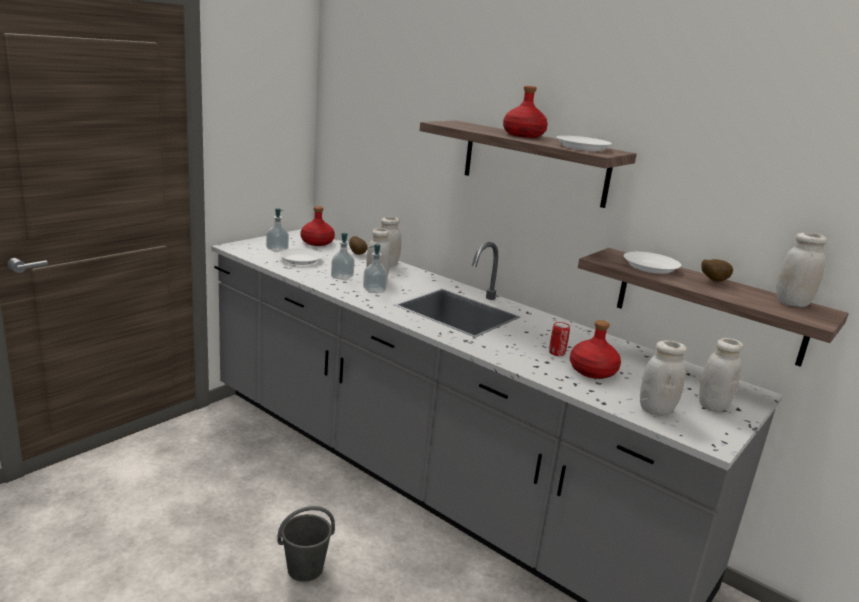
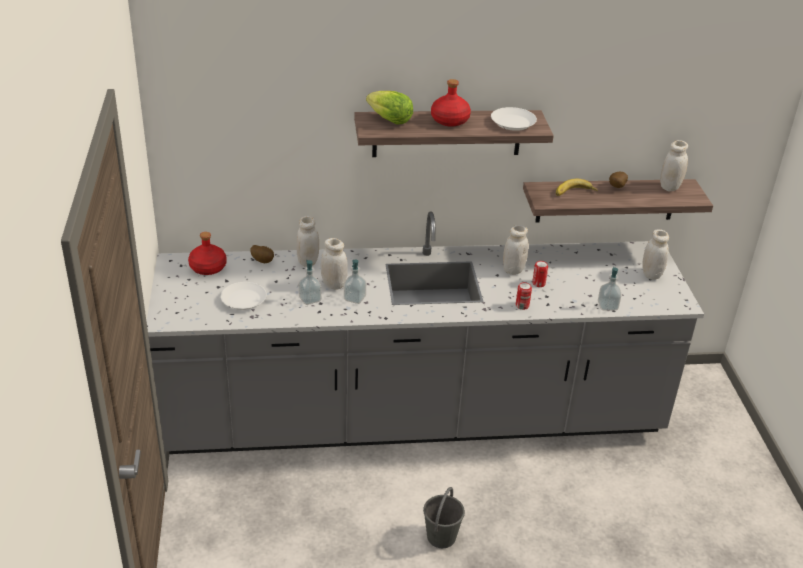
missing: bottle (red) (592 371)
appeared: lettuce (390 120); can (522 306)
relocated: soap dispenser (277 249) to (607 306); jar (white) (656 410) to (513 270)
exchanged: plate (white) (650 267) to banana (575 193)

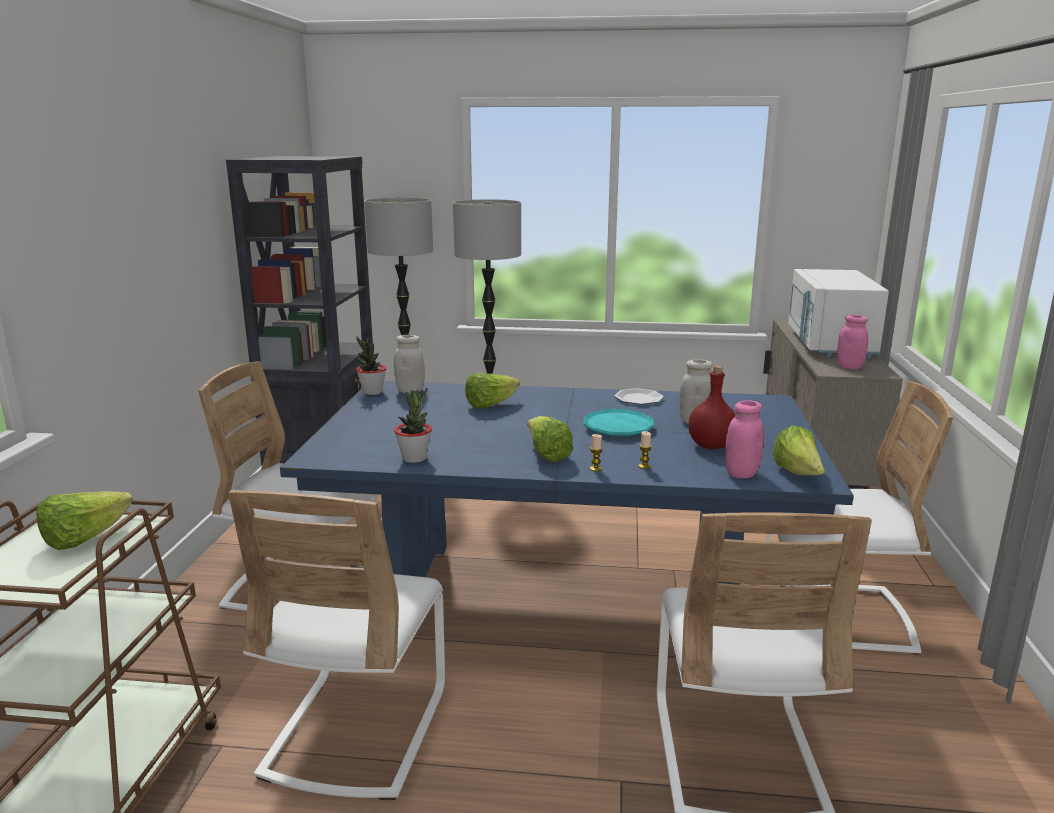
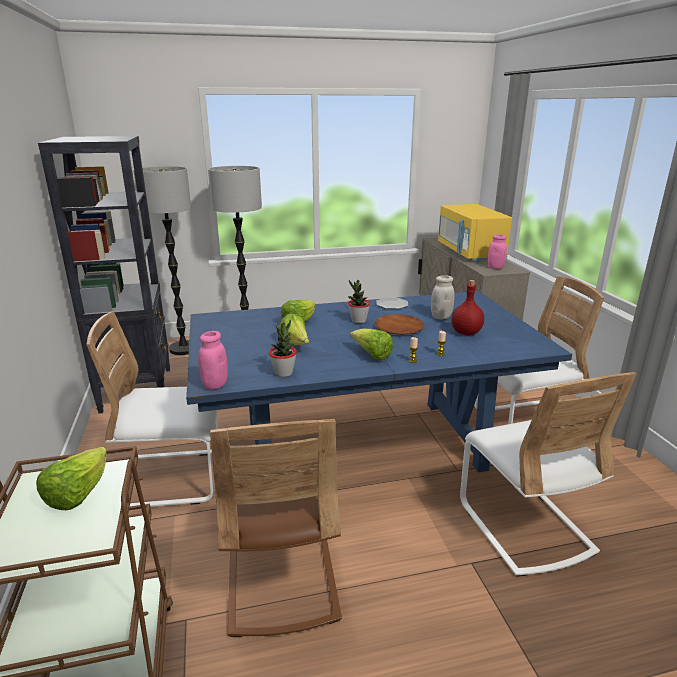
missing: jar (white) (410 390)
relocated: potted plant (372 392) to (358 321); jar (pink) (741 473) to (215 384); lettuce (798 474) to (296 344)
colour: microwave (white) (829 344) to microwave (yellow) (470 253); plate (turquoise) (618 428) to plate (brown) (399 328); chair (white) (356 730) to chair (brown) (281 578)

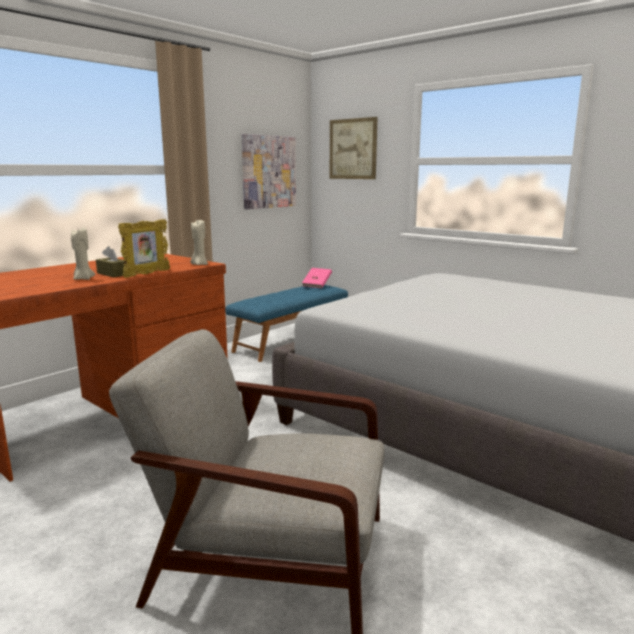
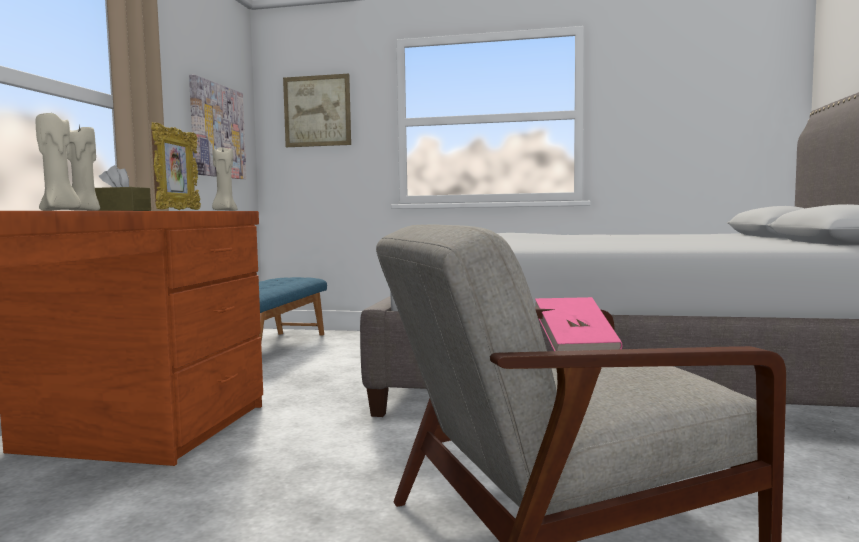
appeared: candle (beige) (60 210)
relocated: book (pink) (317 285) to (575 346)

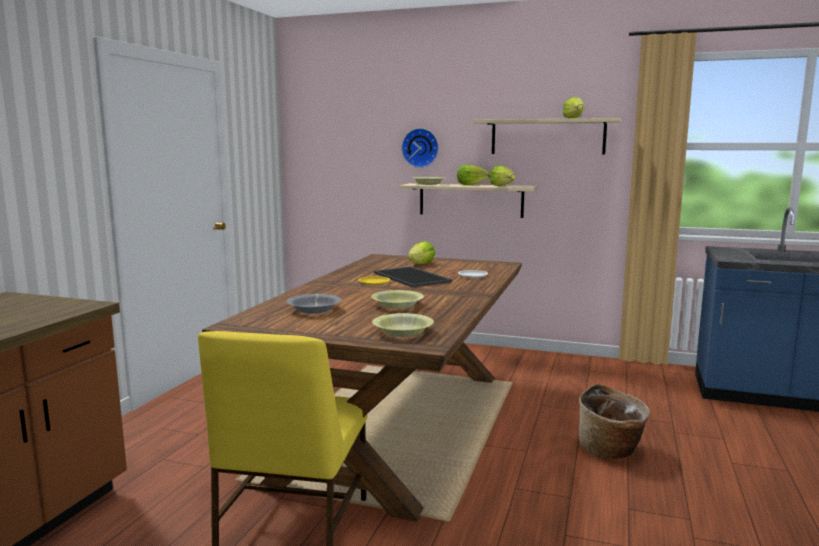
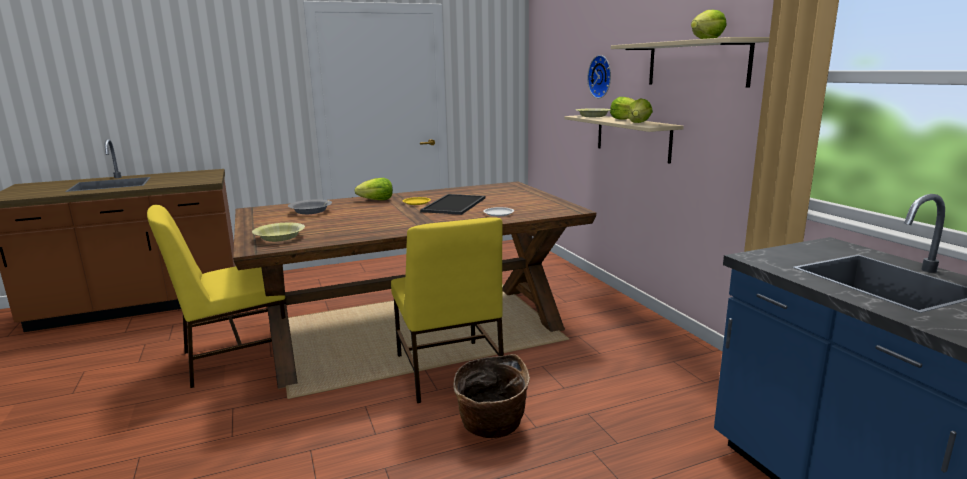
missing: bowl (yellow) (397 306)
appeared: chair (yellow) (448 371)
relocated: lettuce (421 264) to (377 200)

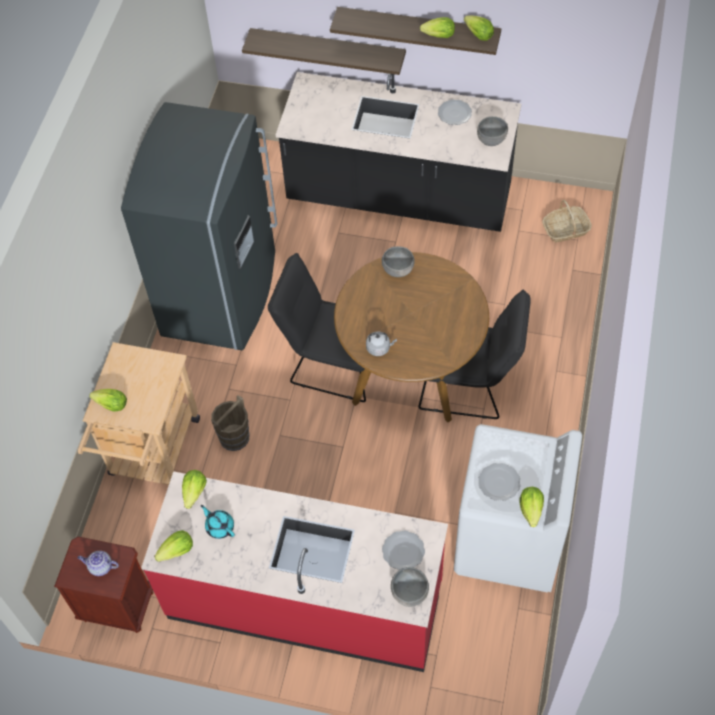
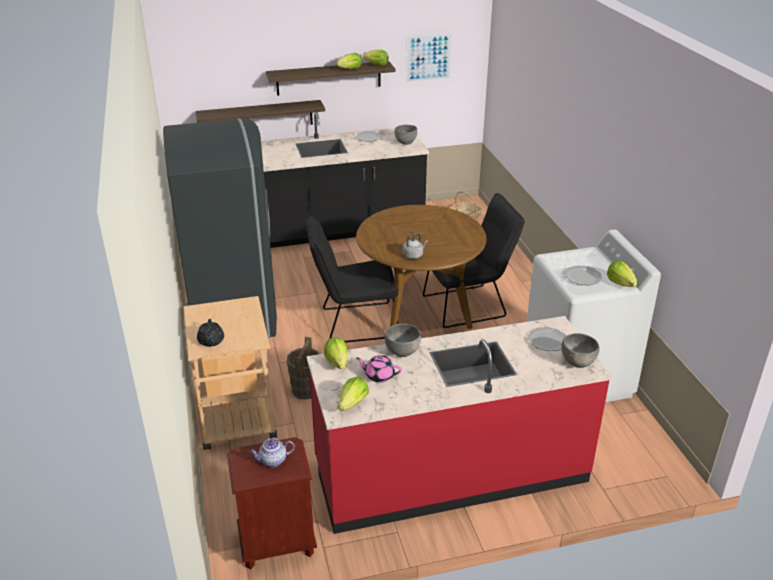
appeared: picture (428 57)
relocated: bowl (grey) (398 270) to (403 352)
exchanged: lettuce (112 405) to teapot (black) (211 341)
colour: teapot (turquoise) (219 526) to teapot (pink) (379 376)

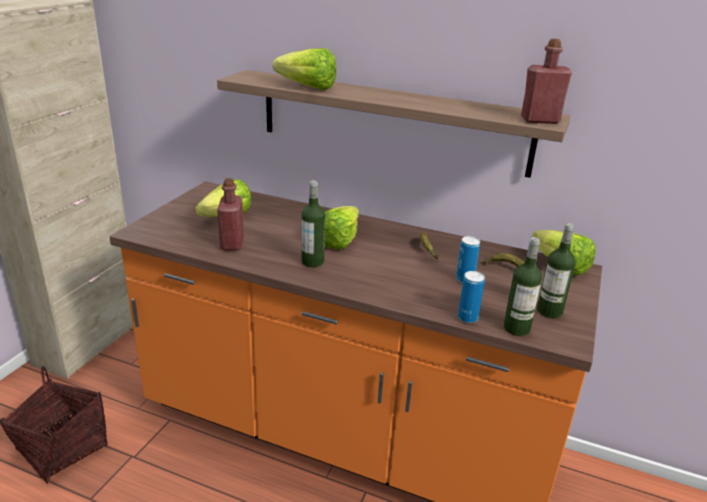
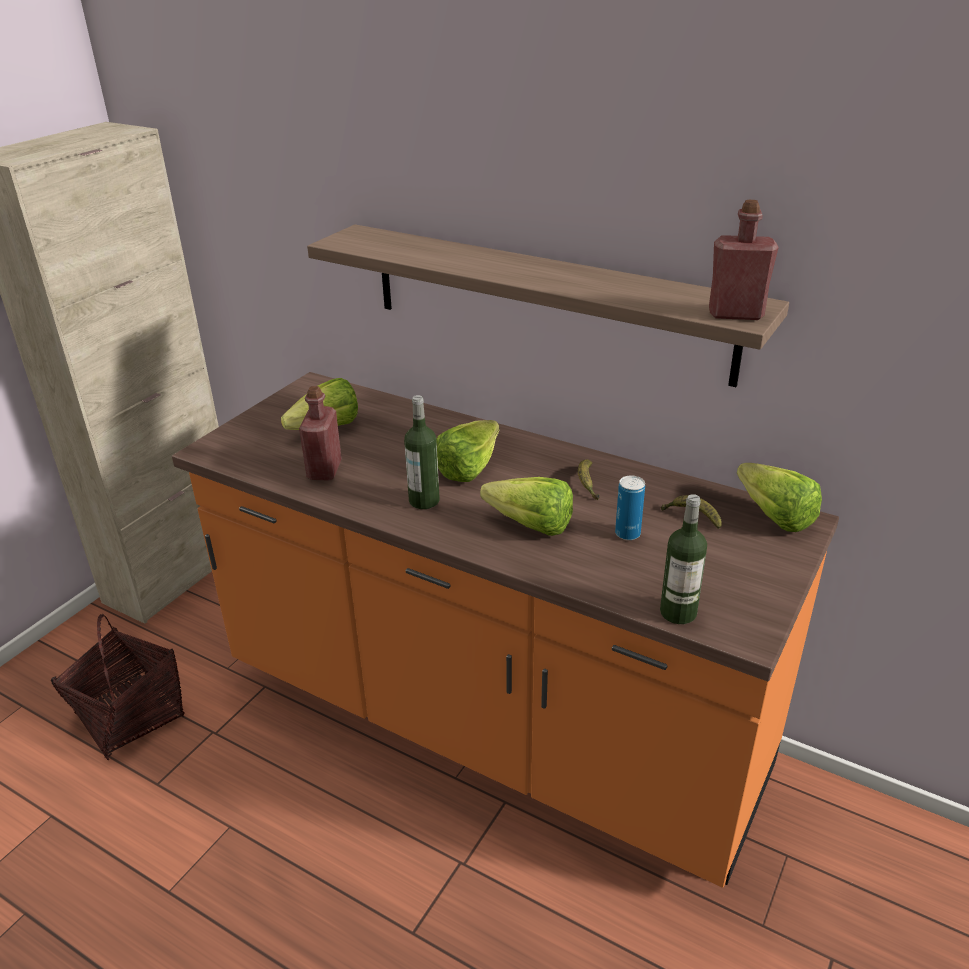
missing: bottle (549 311); can (467 318)
relocated: lettuce (303 87) to (524 523)

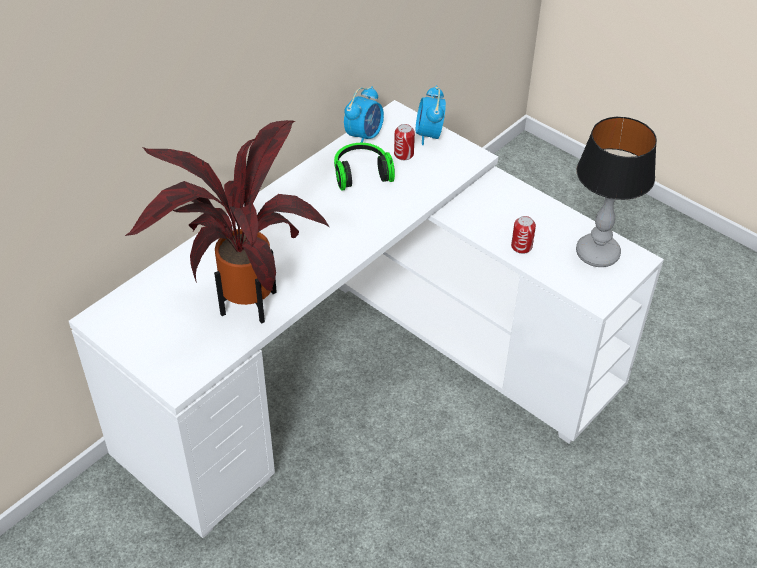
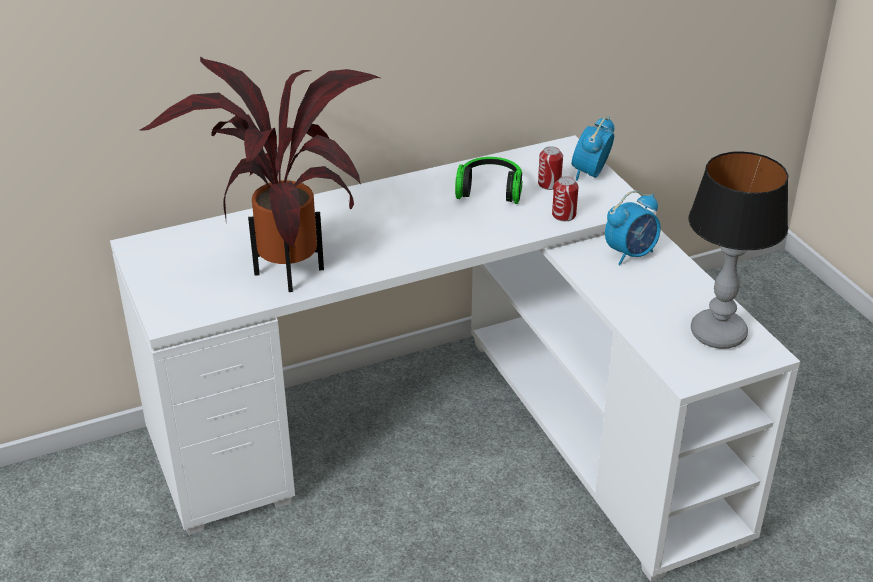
relocated: alarm clock (364 136) to (631 254); can (521 246) to (564 215)

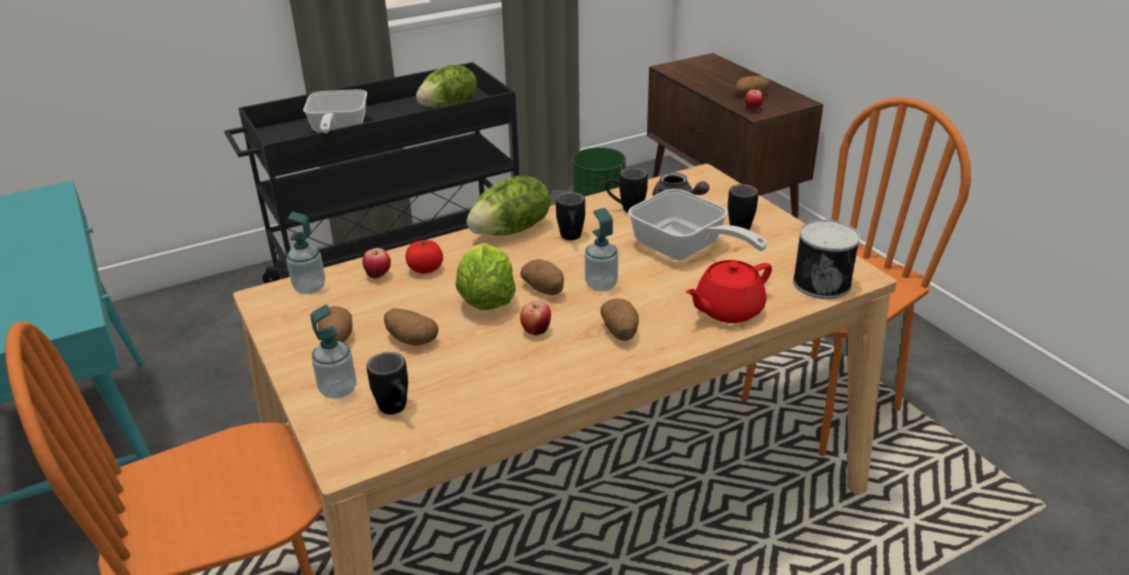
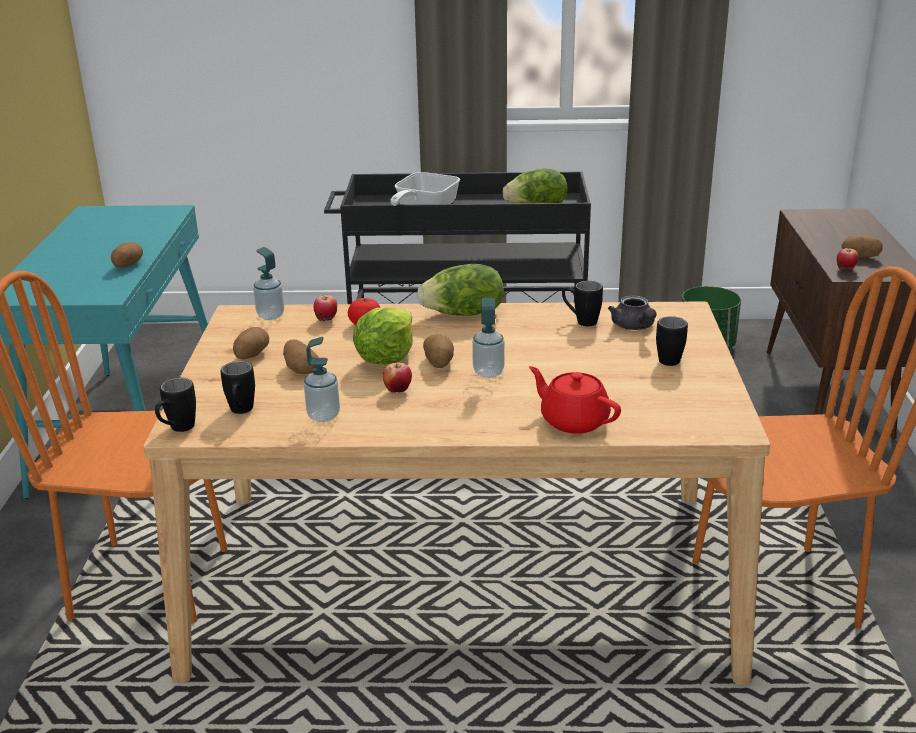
missing: frying pan (685 249); can (822 282)
relocated: mug (black) (571 239) to (177 430); potato (620 332) to (128 265); soap dispenser (338 390) to (323 416)
spun: teapot (red) (727 310) = (573 420) 45 degrees clockwise

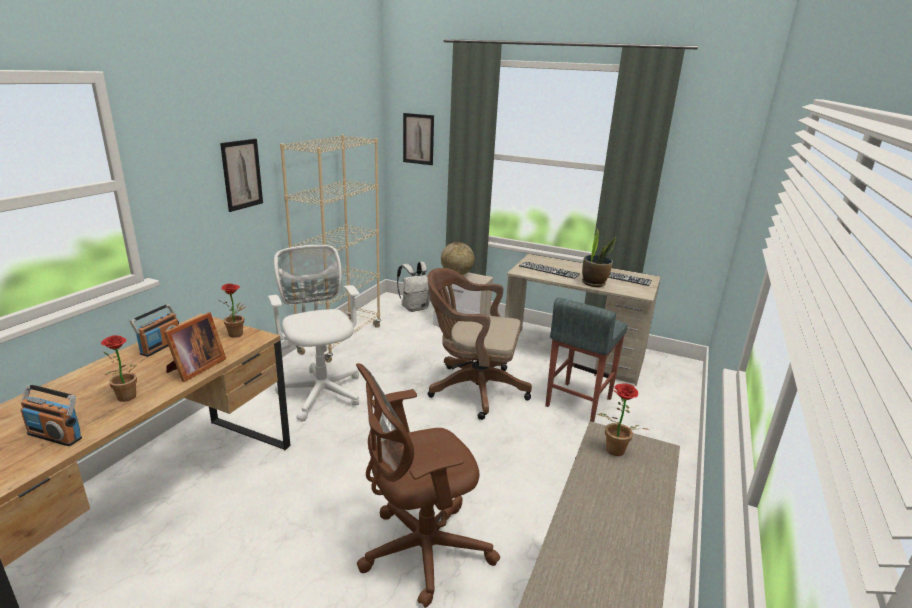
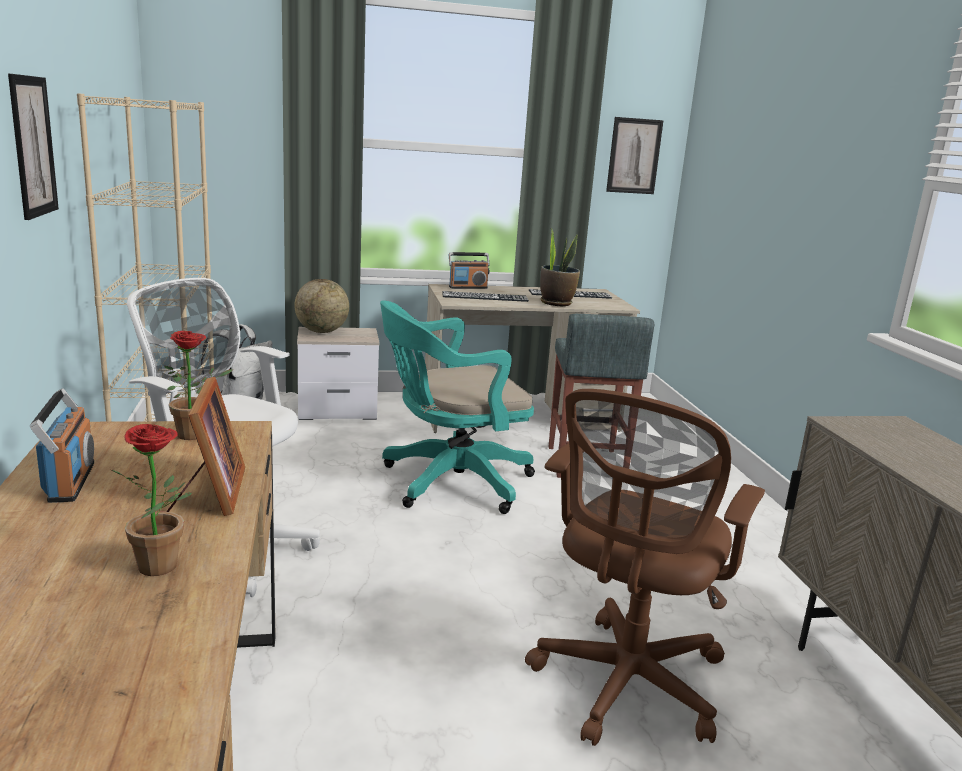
missing: potted plant (612 452)
relocated: picture (418 139) to (634 156); radio (55 436) to (468 287)
colour: office chair (brown) (472 389) to office chair (turquoise) (449 482)

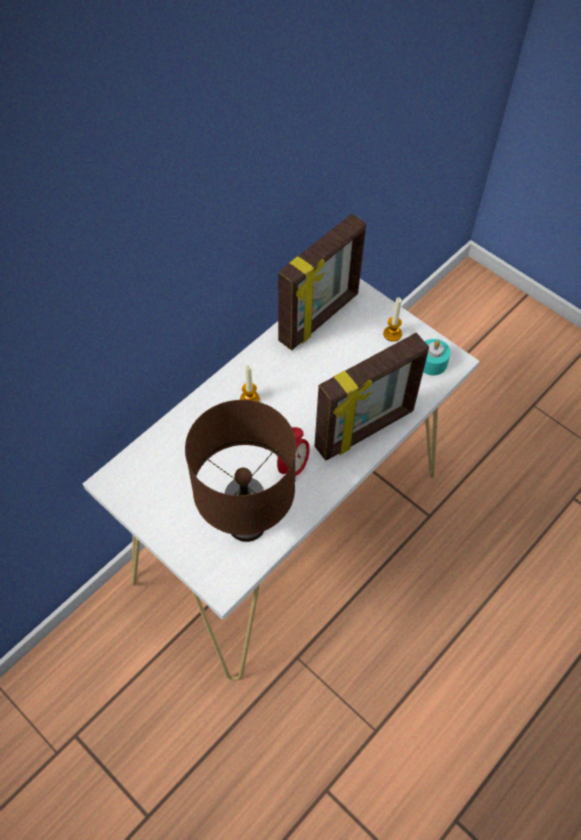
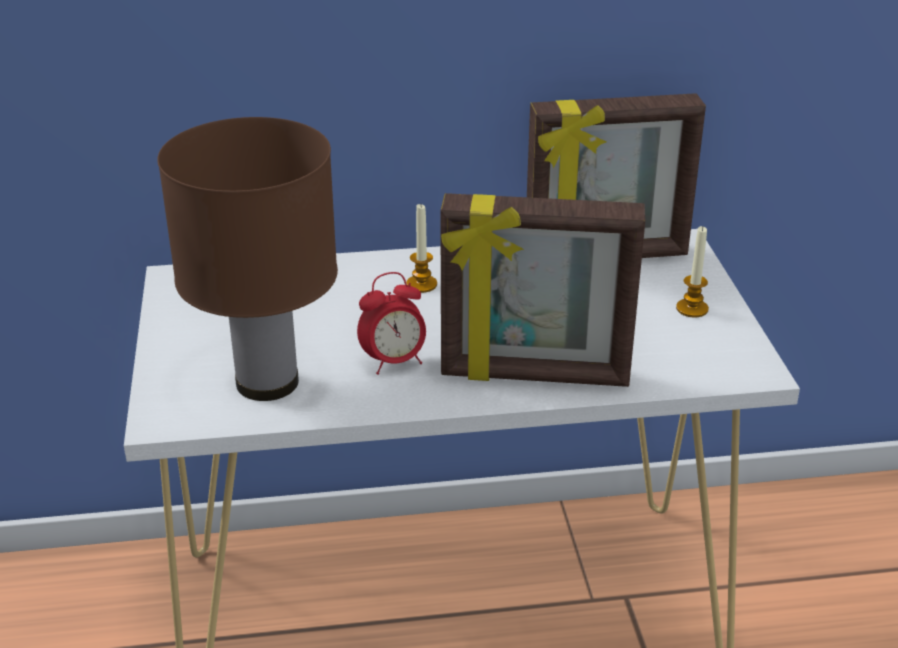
missing: candle (turquoise) (432 363)

